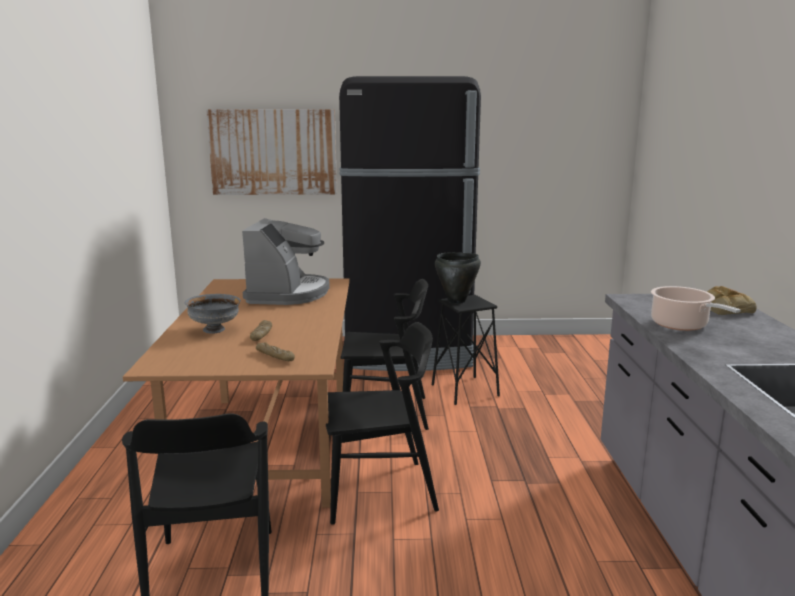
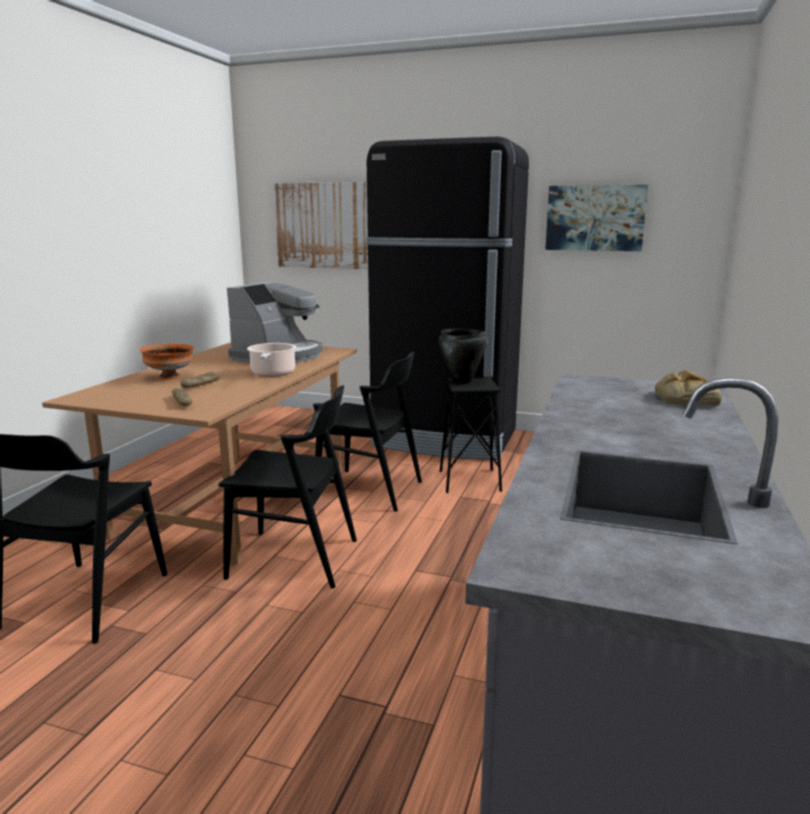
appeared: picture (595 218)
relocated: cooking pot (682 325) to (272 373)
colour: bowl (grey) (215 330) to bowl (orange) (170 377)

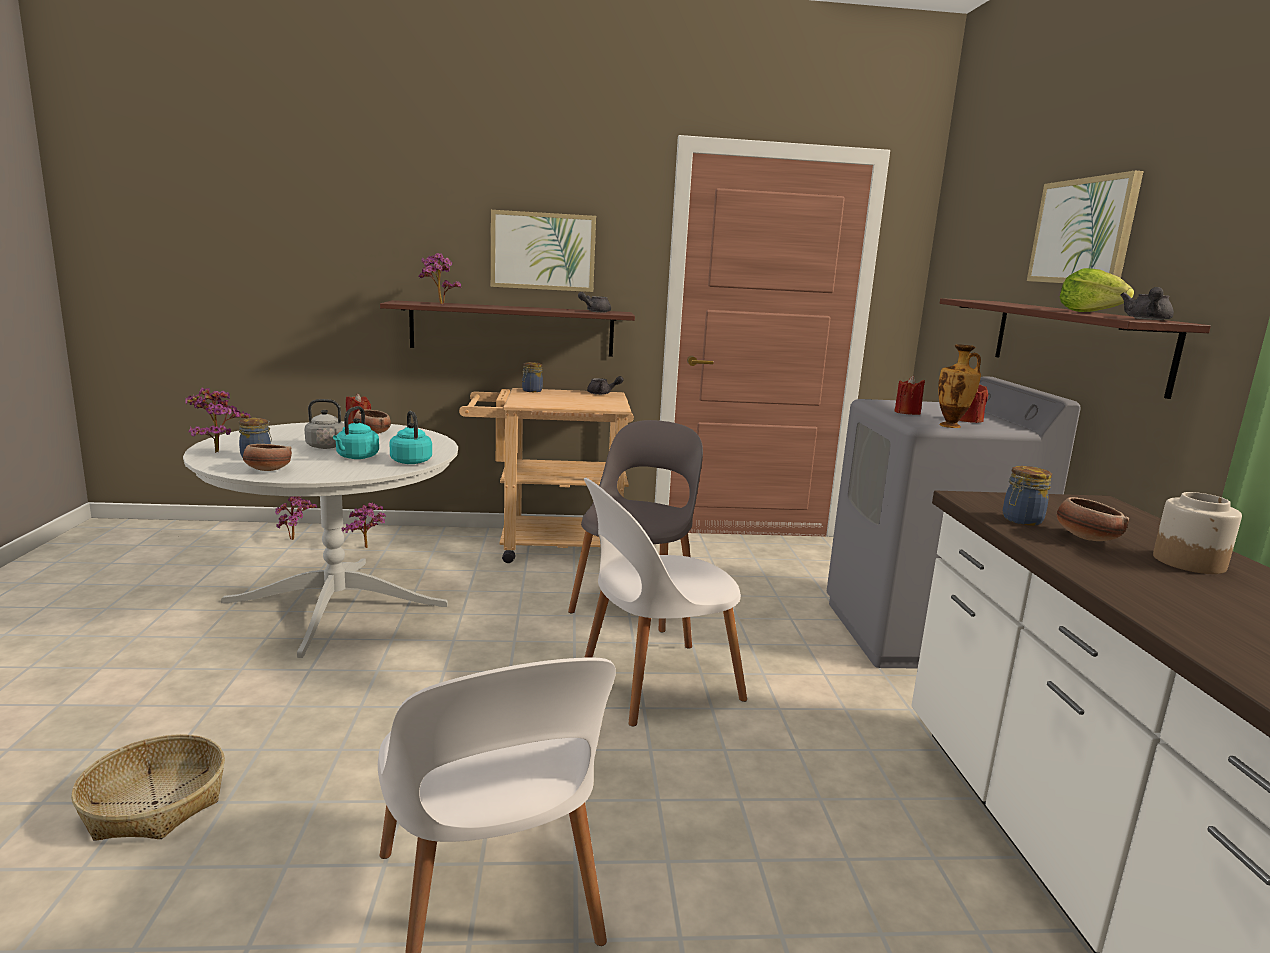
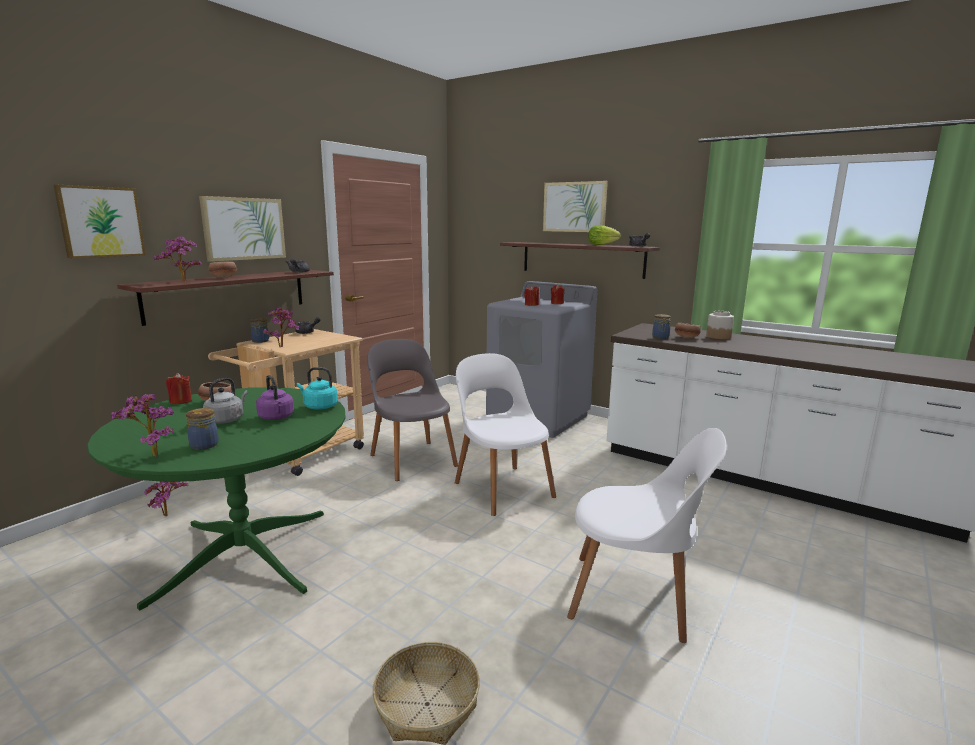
missing: vase (951 426)
appeared: picture (100 222)
relocated: bowl (267 470) to (223 277); potted plant (296 539) to (283 346)
colour: kettle (turquoise) (356 457) to kettle (purple) (276 417); dining table (white) (336 604) to dining table (green) (244 555)
spun: chair (white) (654 683) = (502 487) 135 degrees clockwise

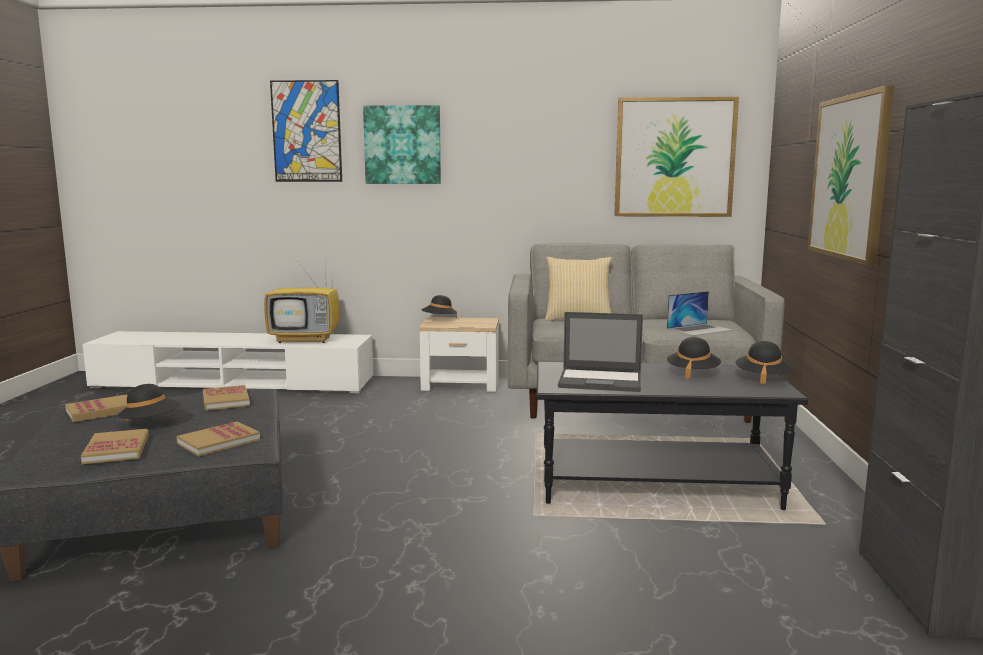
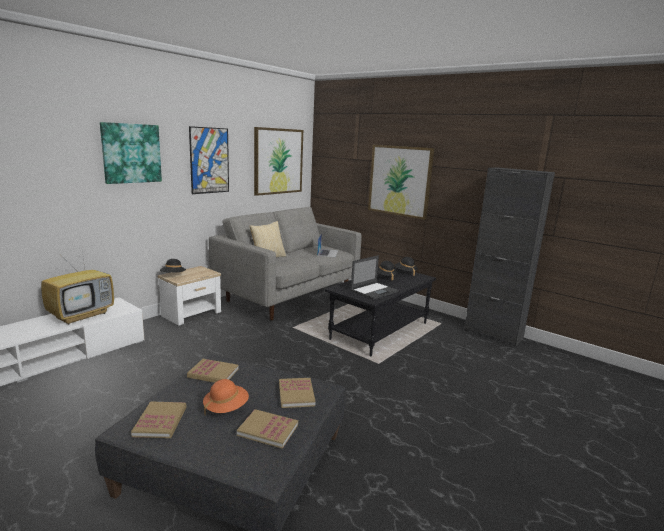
relocated: picture (306 131) to (209 160)
colour: hat (black) (151 423) to hat (orange) (226 408)

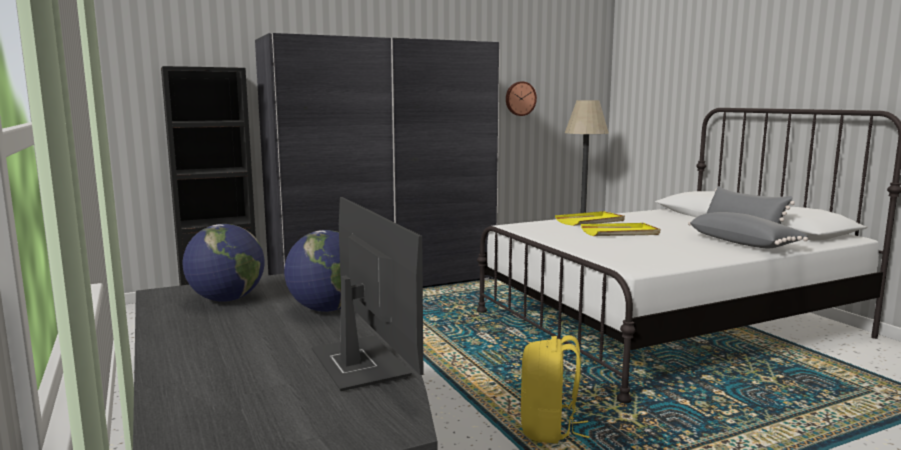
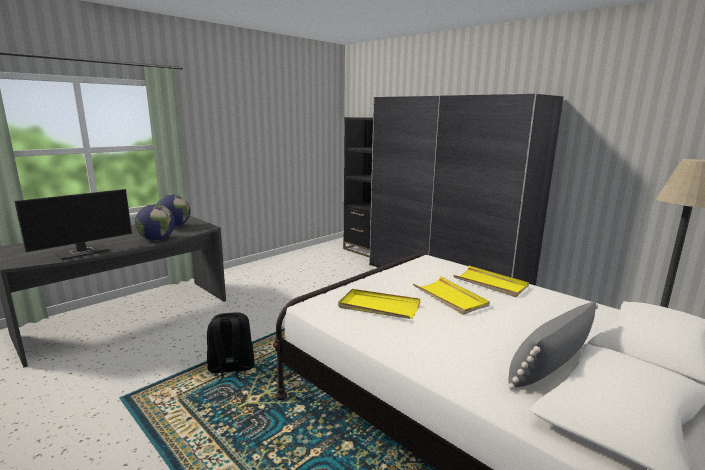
missing: wall clock (520 98); pillow (grey) (744 243)
appeared: tray (yellow) (378 307)
colour: backpack (yellow) (549 429) to backpack (black) (231 369)

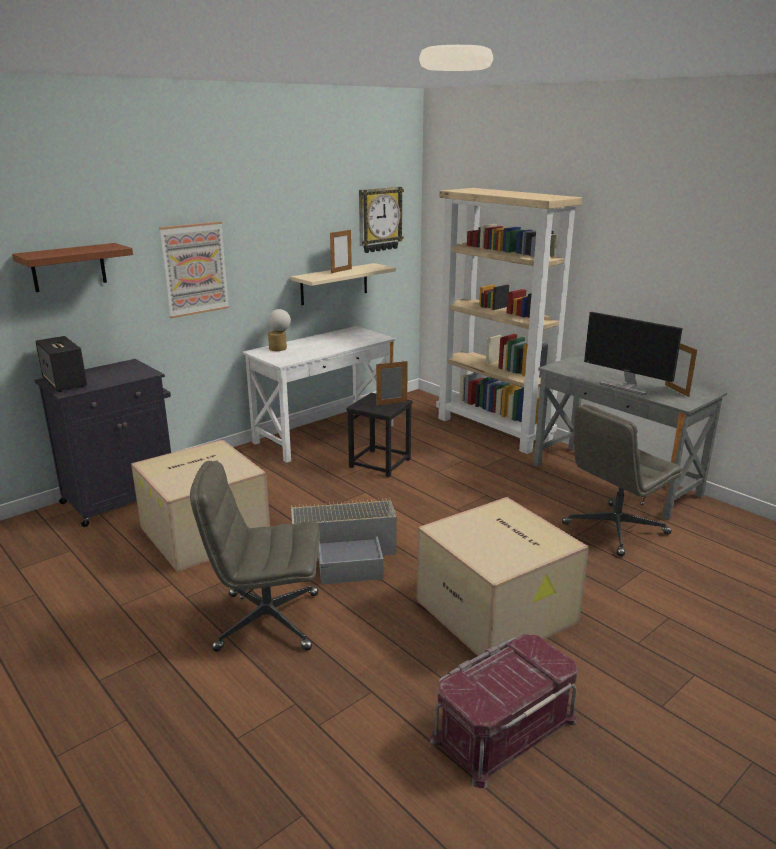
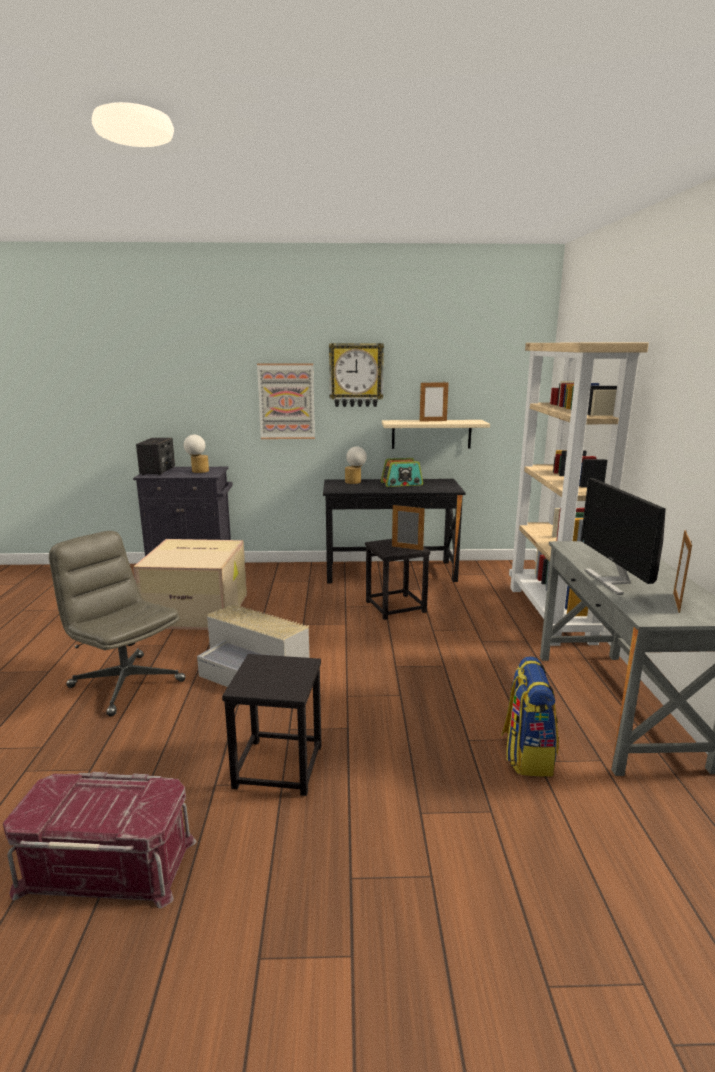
missing: shelf (brown) (68 267)
appeared: table lamp (197 471); radio (401 483)
relocated: wall clock (379 219) to (356 375)
exchanged: office chair (grey) (614 529) to backpack (526 754); cardboard box (498 611) to stool (black) (279 766)
colour: desk (white) (324 434) to desk (black) (390 572)

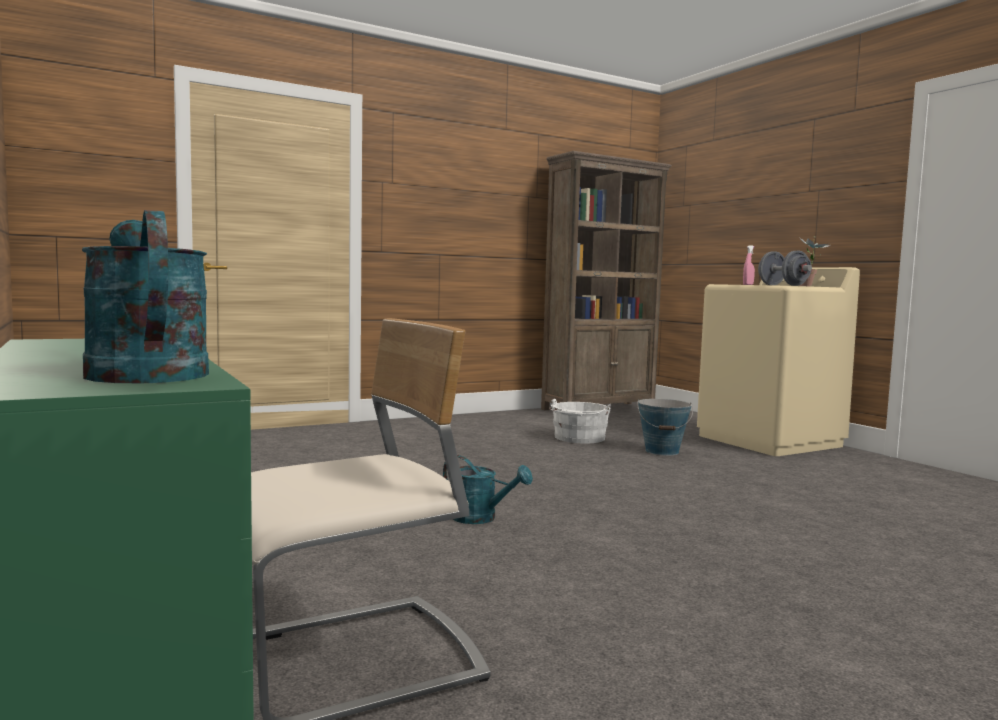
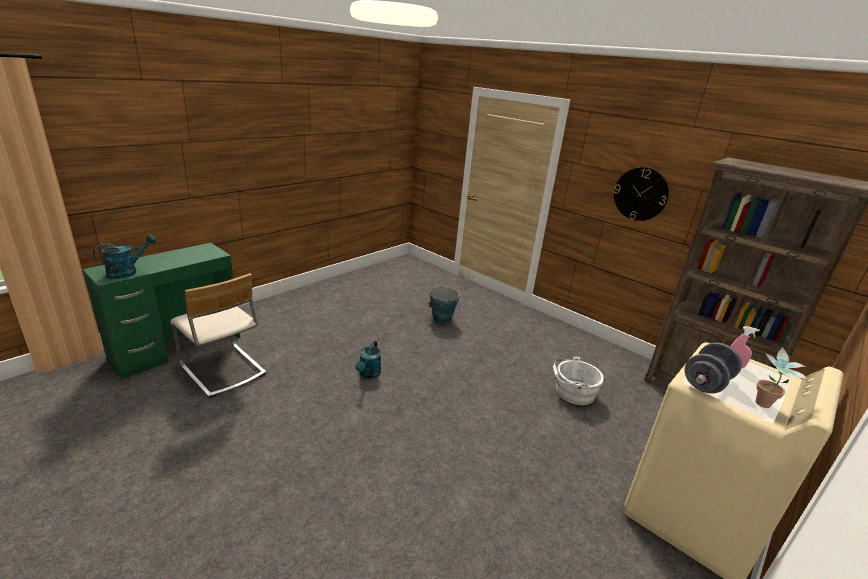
appeared: wall clock (640 194)
relocated: bucket (662 451) to (442 318)

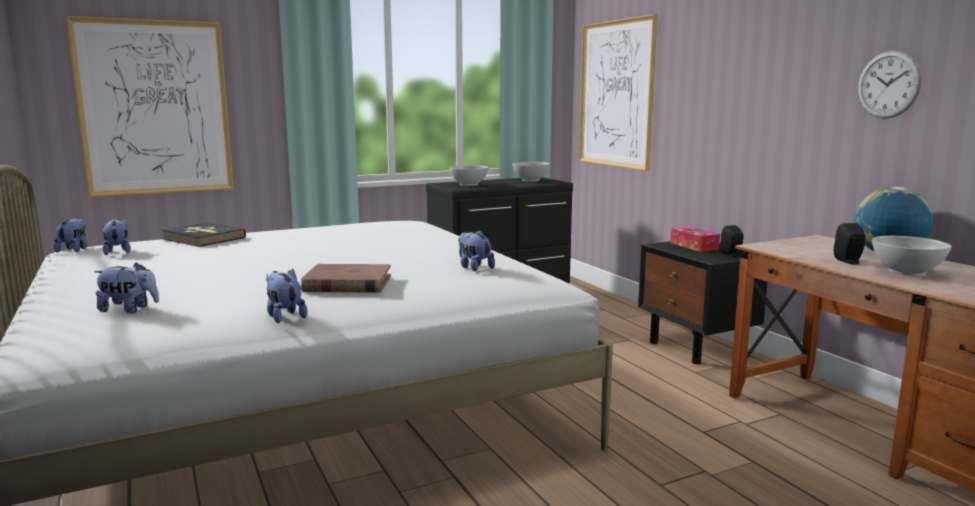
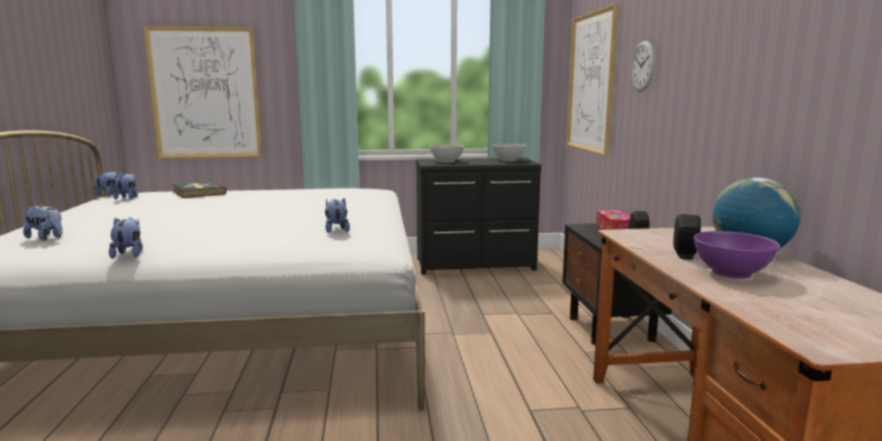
missing: book (brown) (347 284)
relocated: wall clock (888 84) to (642 66)
colour: bowl (white) (906 272) to bowl (purple) (730 273)

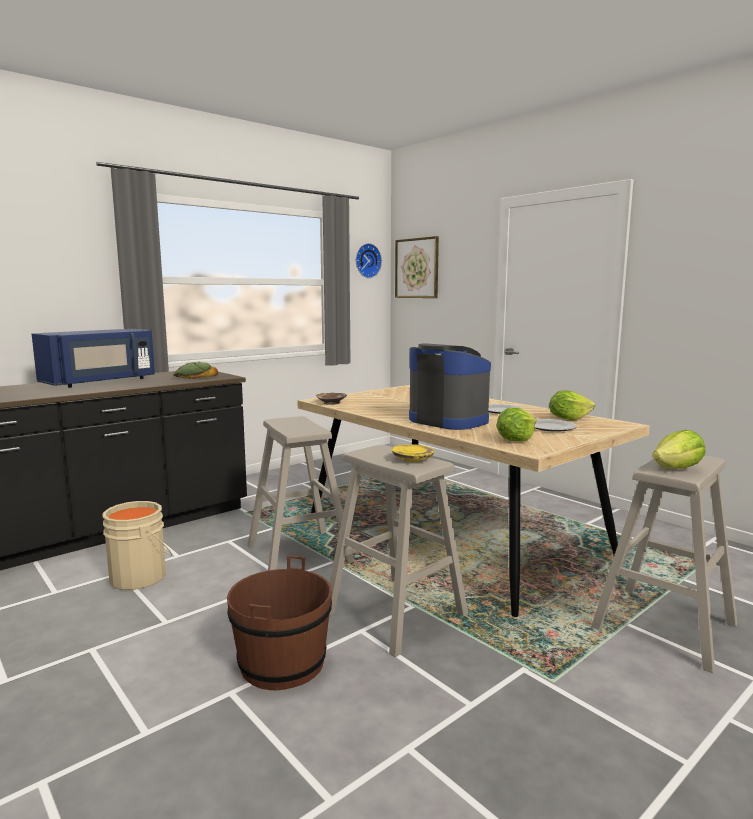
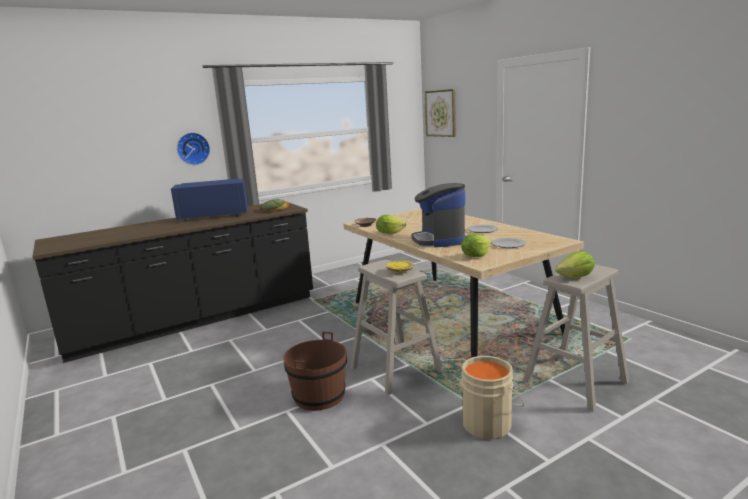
missing: stool (beige) (299 553)
relocated: wall clock (367 261) to (193 148); lettuce (568 419) to (389 233); bucket (beige) (141 576) to (488 423)
spun: microwave (blue) (101 382) = (213 216) 150 degrees counterclockwise; coffee machine (449 420) = (439 240) 150 degrees counterclockwise

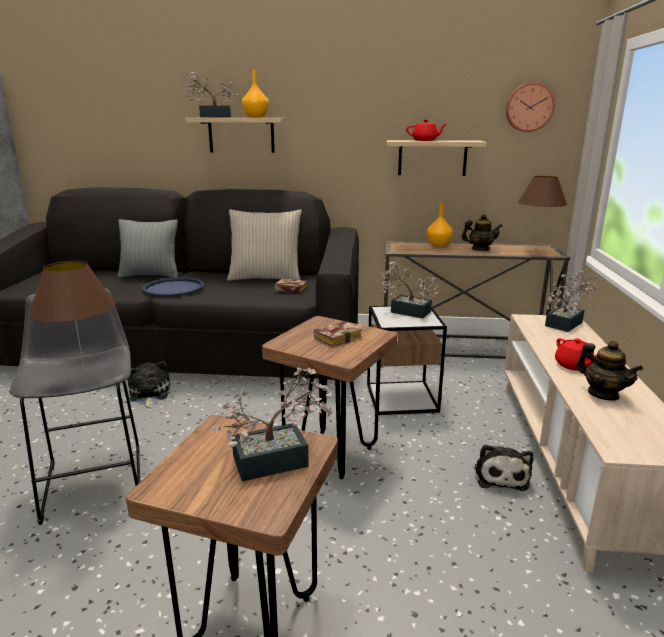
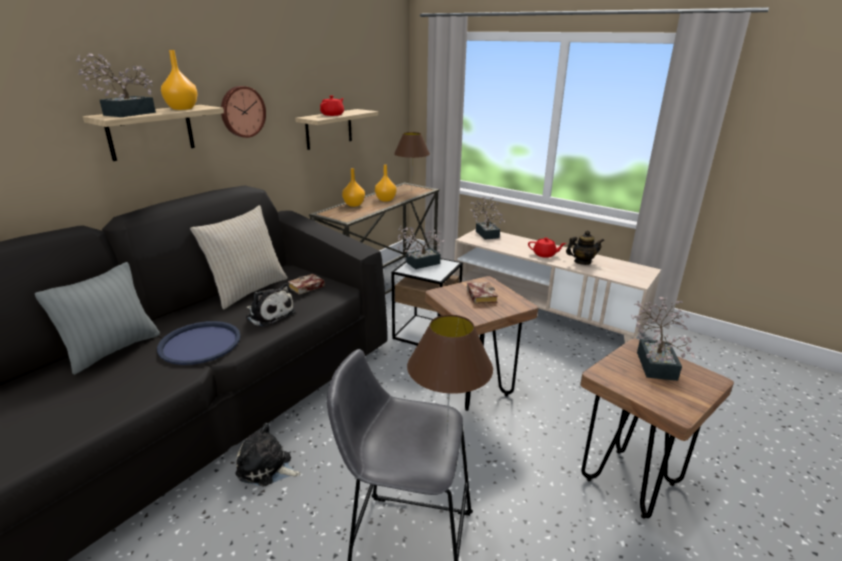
relocated: wall clock (529 107) to (242 111); plush toy (500 475) to (269 314)
exchanged: teapot (480 249) to vase (orange) (385 200)

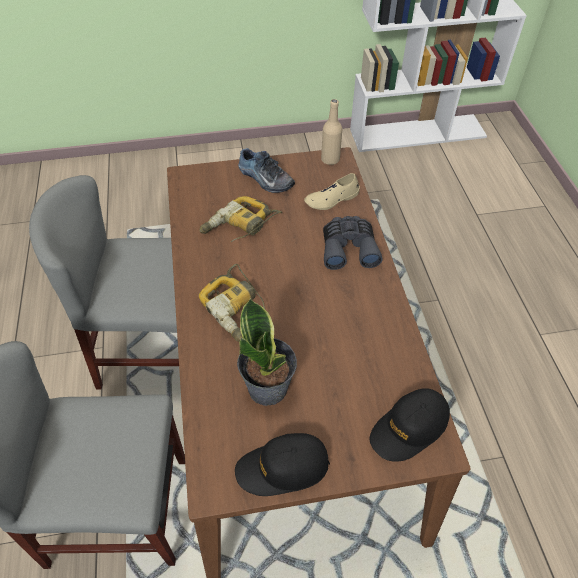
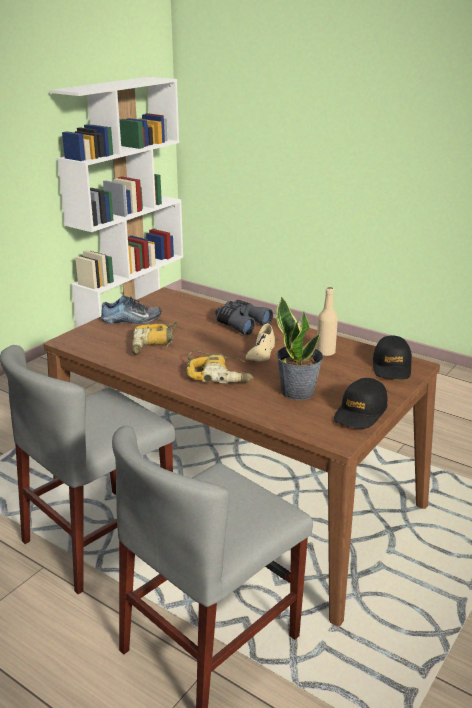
relocated: bottle (beige) (330 159) to (325 352); shoe (beige) (332 199) to (261 353)

